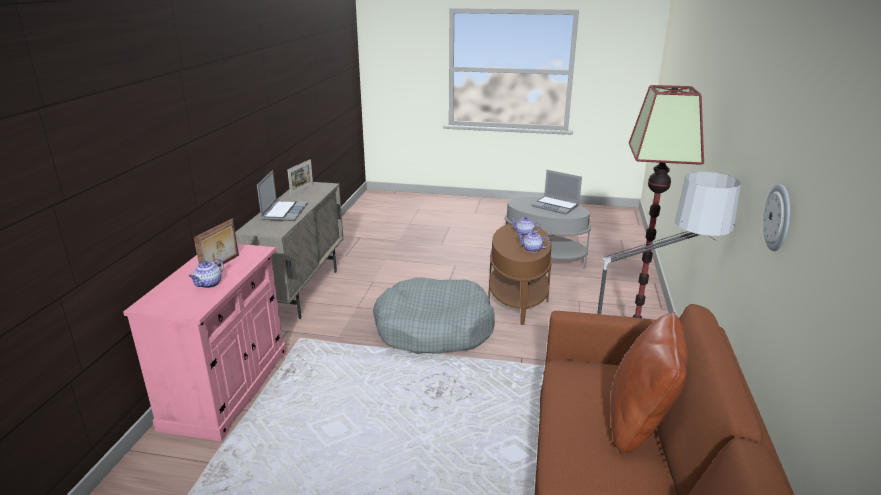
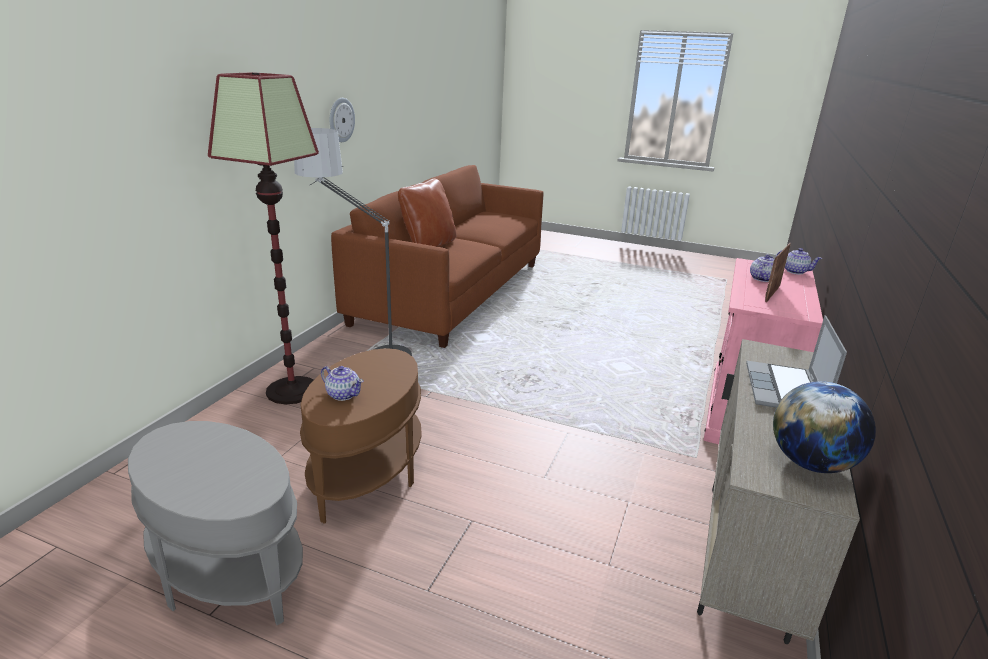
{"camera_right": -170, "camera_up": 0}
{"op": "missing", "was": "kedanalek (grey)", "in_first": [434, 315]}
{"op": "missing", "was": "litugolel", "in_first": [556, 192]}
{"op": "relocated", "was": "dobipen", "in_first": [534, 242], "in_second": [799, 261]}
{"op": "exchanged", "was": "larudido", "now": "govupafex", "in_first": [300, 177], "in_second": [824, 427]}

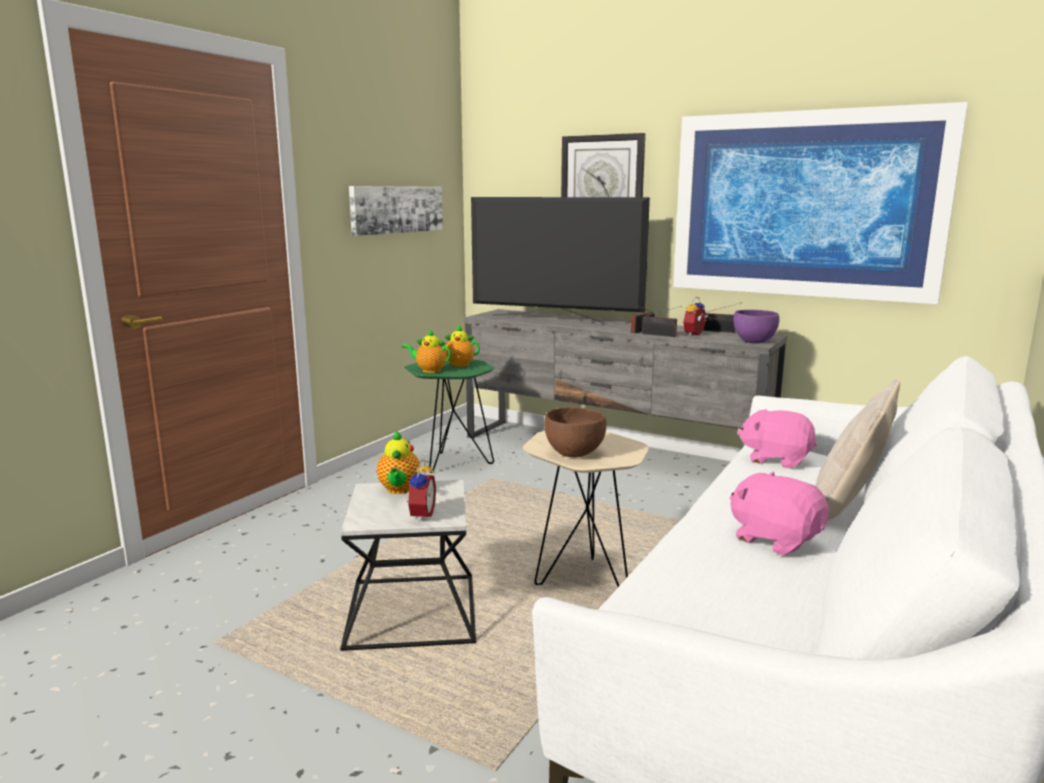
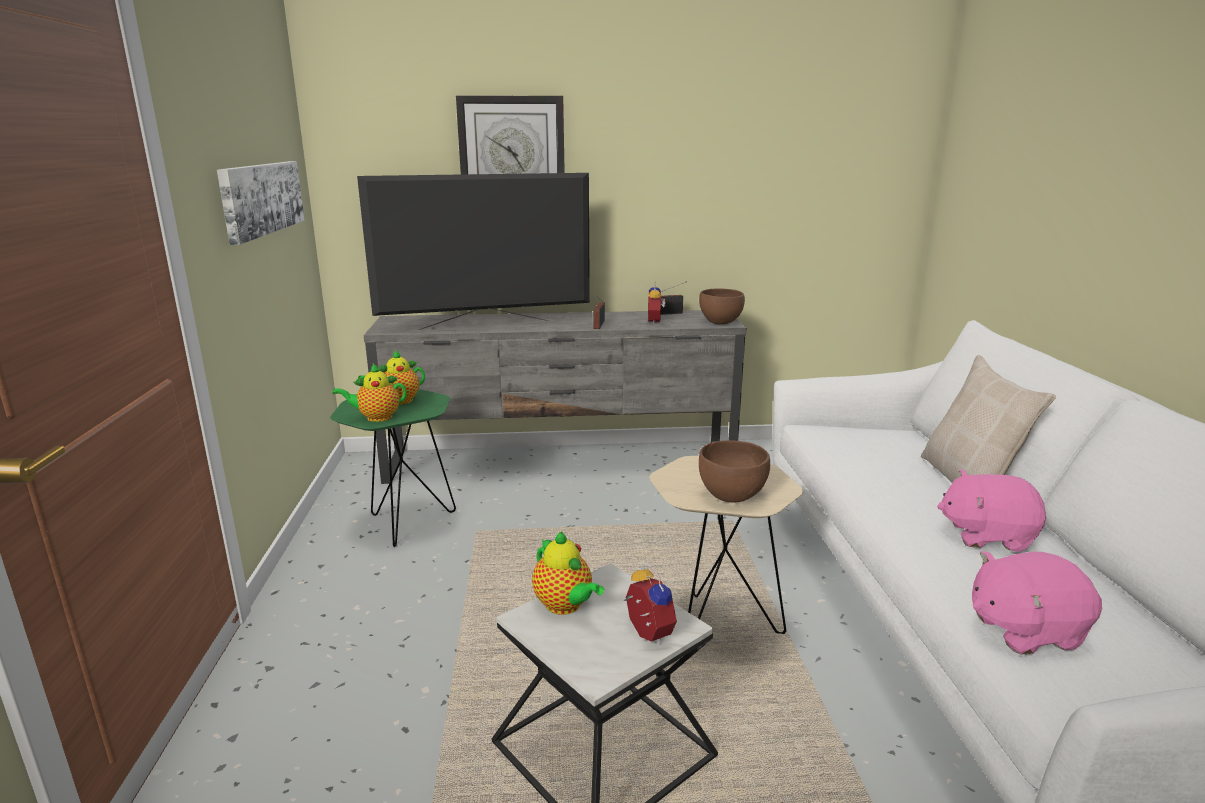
{"camera_right": -35, "camera_up": 5}
{"op": "missing", "was": "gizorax", "in_first": [662, 321]}
{"op": "missing", "was": "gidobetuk", "in_first": [820, 203]}
{"op": "relocated", "was": "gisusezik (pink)", "in_first": [777, 439], "in_second": [1037, 603]}
{"op": "colour", "was": "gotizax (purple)", "now": "gotizax (brown)", "in_first": [756, 326], "in_second": [722, 306]}

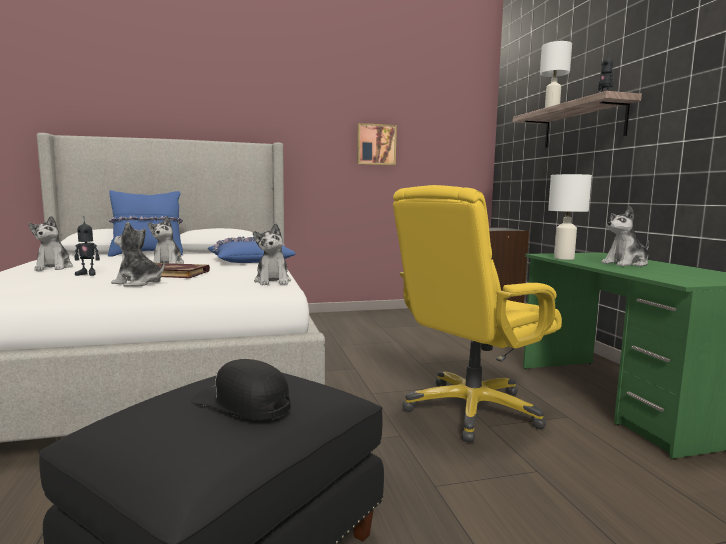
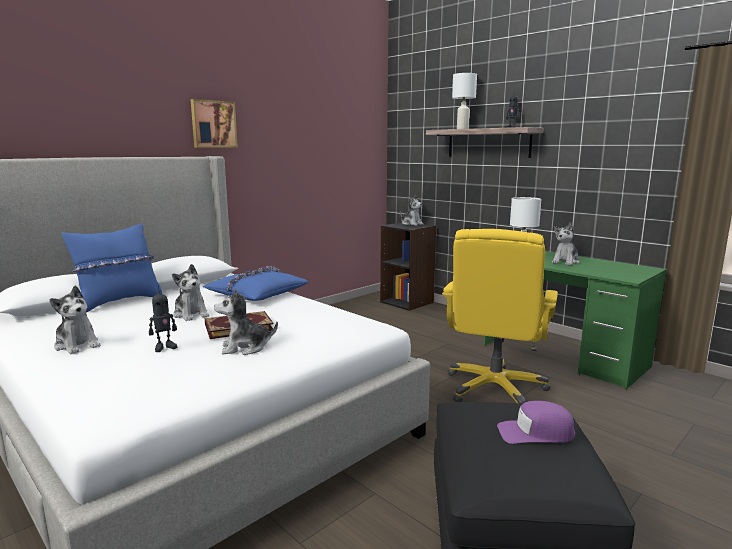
{"camera_right": -30, "camera_up": 5}
{"op": "relocated", "was": "gisusezik", "in_first": [272, 254], "in_second": [412, 210]}
{"op": "relocated", "was": "gidobetuk", "in_first": [377, 144], "in_second": [214, 123]}
{"op": "colour", "was": "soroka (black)", "now": "soroka (purple)", "in_first": [241, 389], "in_second": [536, 422]}

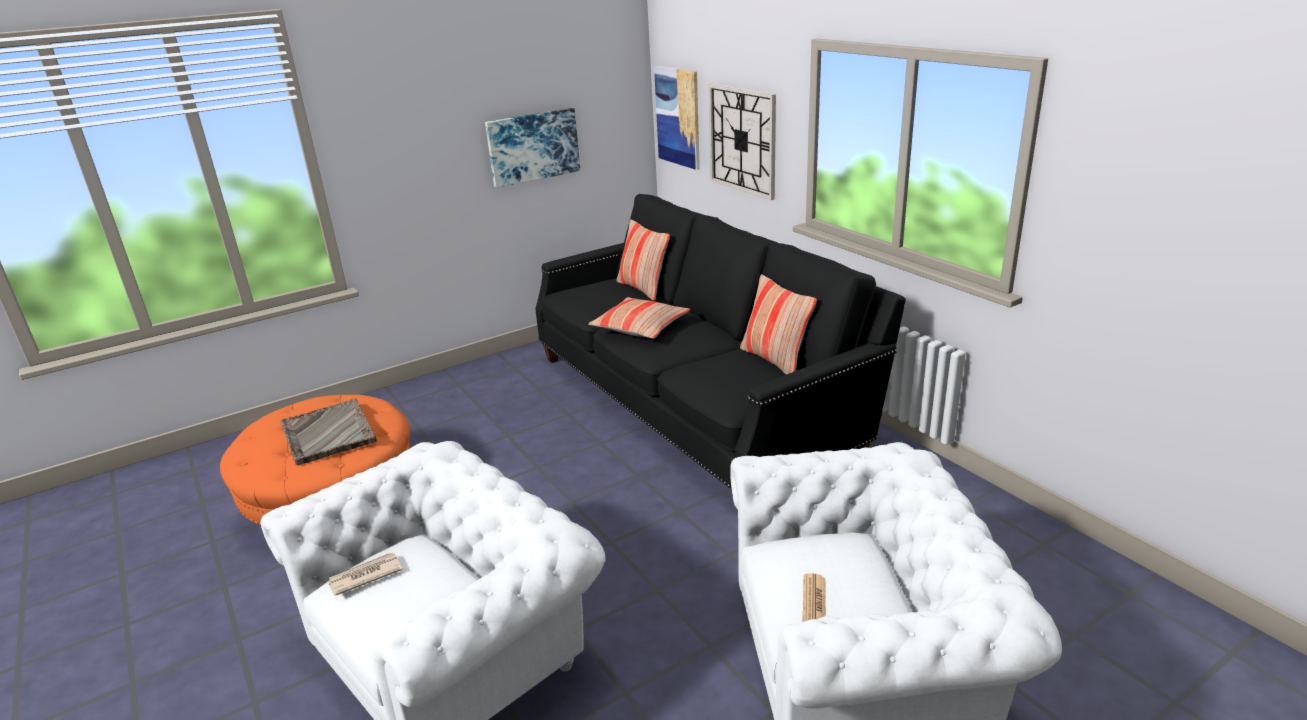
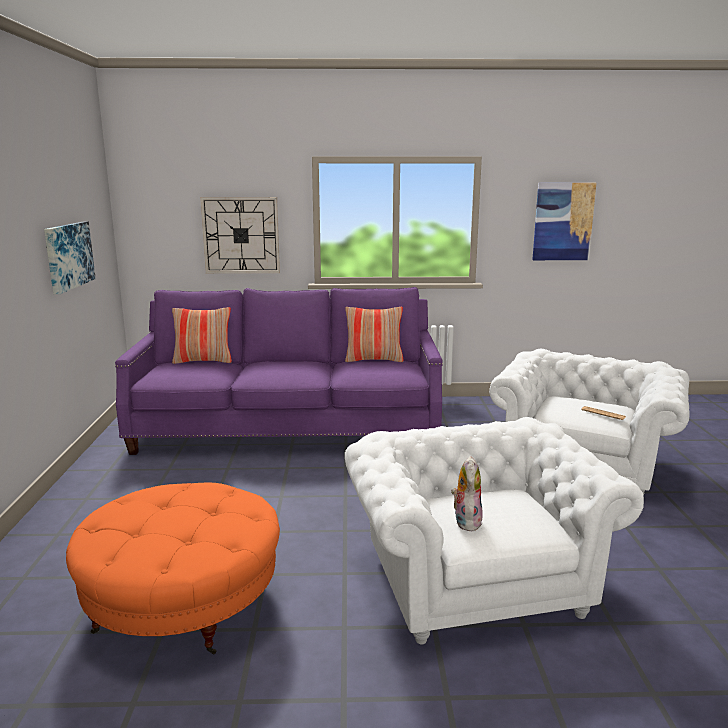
{"camera_right": -60, "camera_up": -10}
{"op": "missing", "was": "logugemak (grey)", "in_first": [329, 432]}
{"op": "missing", "was": "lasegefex", "in_first": [639, 318]}
{"op": "relocated", "was": "gidobetuk", "in_first": [677, 118], "in_second": [564, 221]}
{"op": "exchanged", "was": "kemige", "now": "gisusezik", "in_first": [364, 574], "in_second": [467, 494]}
{"op": "colour", "was": "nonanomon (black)", "now": "nonanomon (purple)", "in_first": [720, 342], "in_second": [279, 371]}

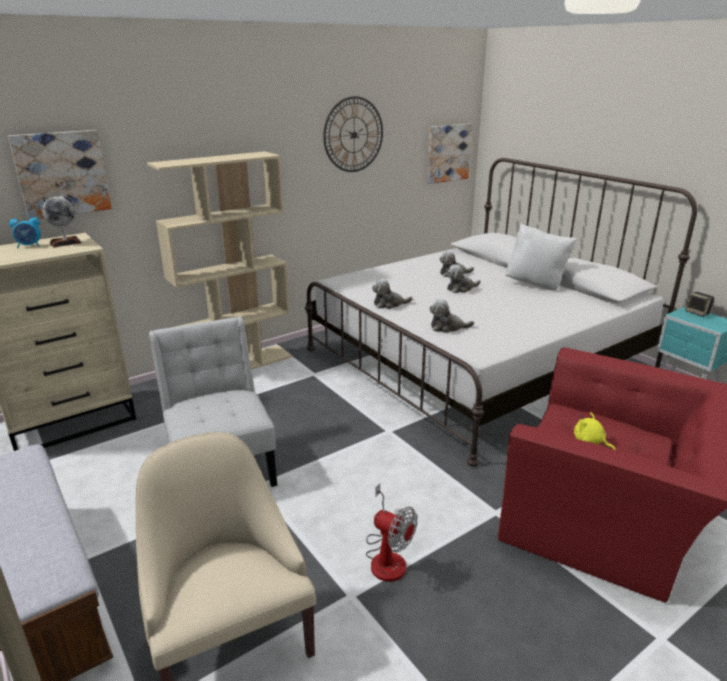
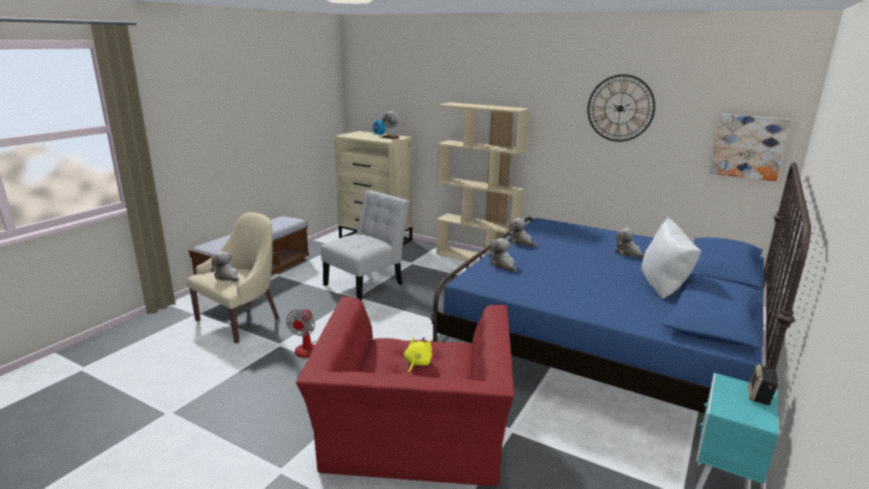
{"camera_right": 65, "camera_up": -5}
{"op": "missing", "was": "gidobetuk", "in_first": [60, 174]}
{"op": "relocated", "was": "gisusezik", "in_first": [464, 279], "in_second": [225, 267]}
{"op": "colour", "was": "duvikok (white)", "now": "duvikok (blue)", "in_first": [501, 312], "in_second": [620, 287]}

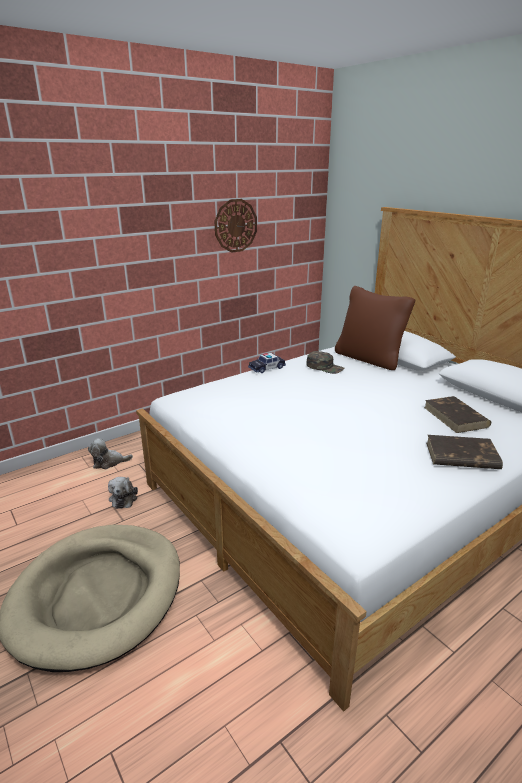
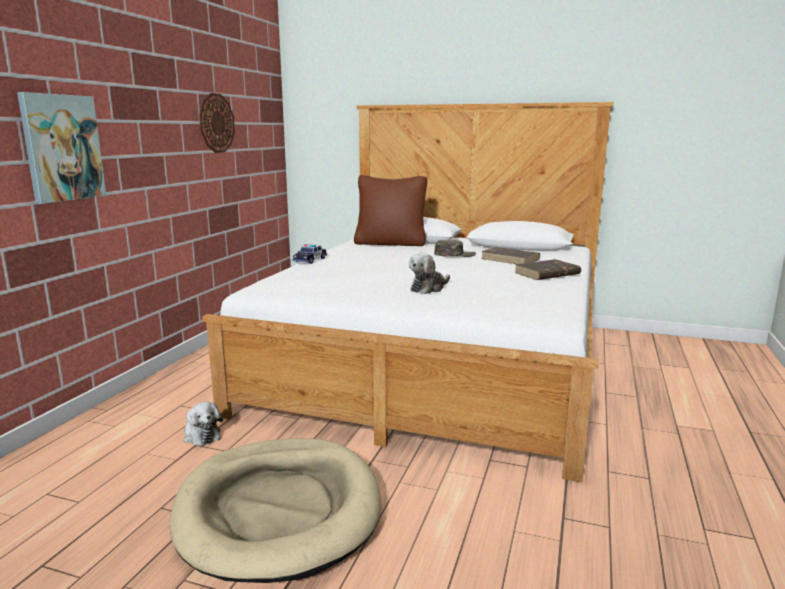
{"camera_right": -35, "camera_up": -10}
{"op": "appeared", "now": "gidobetuk", "in_second": [61, 148]}
{"op": "relocated", "was": "gisusezik", "in_first": [110, 453], "in_second": [429, 273]}
{"op": "relocated", "was": "soroka (green)", "in_first": [325, 362], "in_second": [455, 248]}

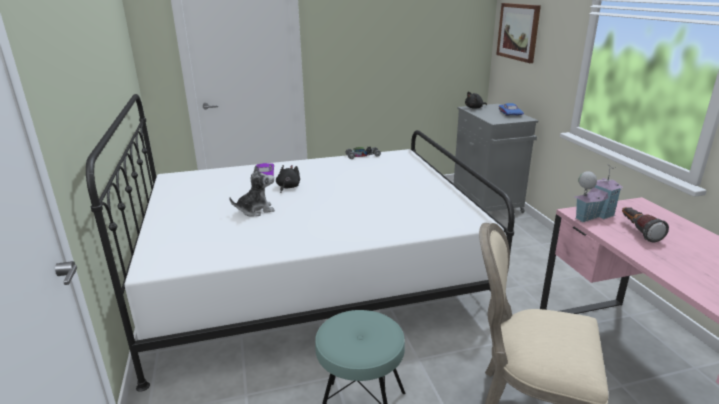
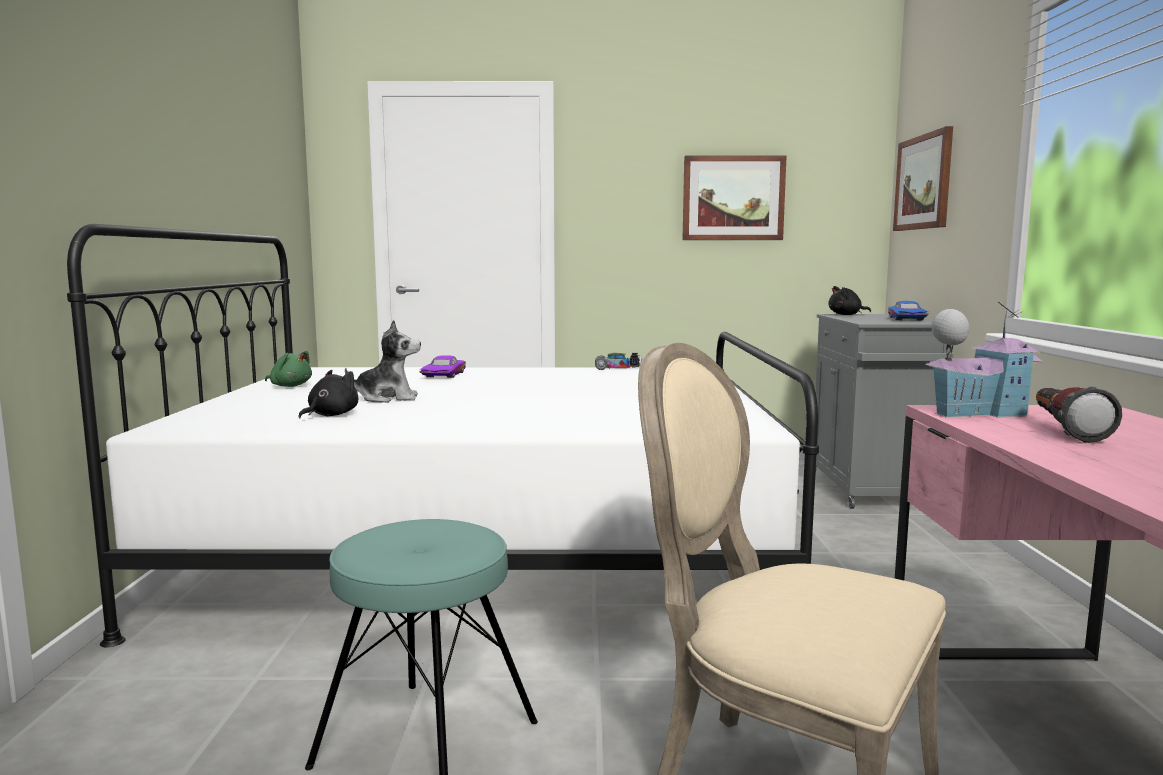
{"camera_right": 15, "camera_up": -15}
{"op": "appeared", "now": "gisusezik (green)", "in_second": [288, 369]}
{"op": "appeared", "now": "gidobetuk", "in_second": [735, 198]}
{"op": "relocated", "was": "gisusezik (black)", "in_first": [288, 179], "in_second": [328, 394]}

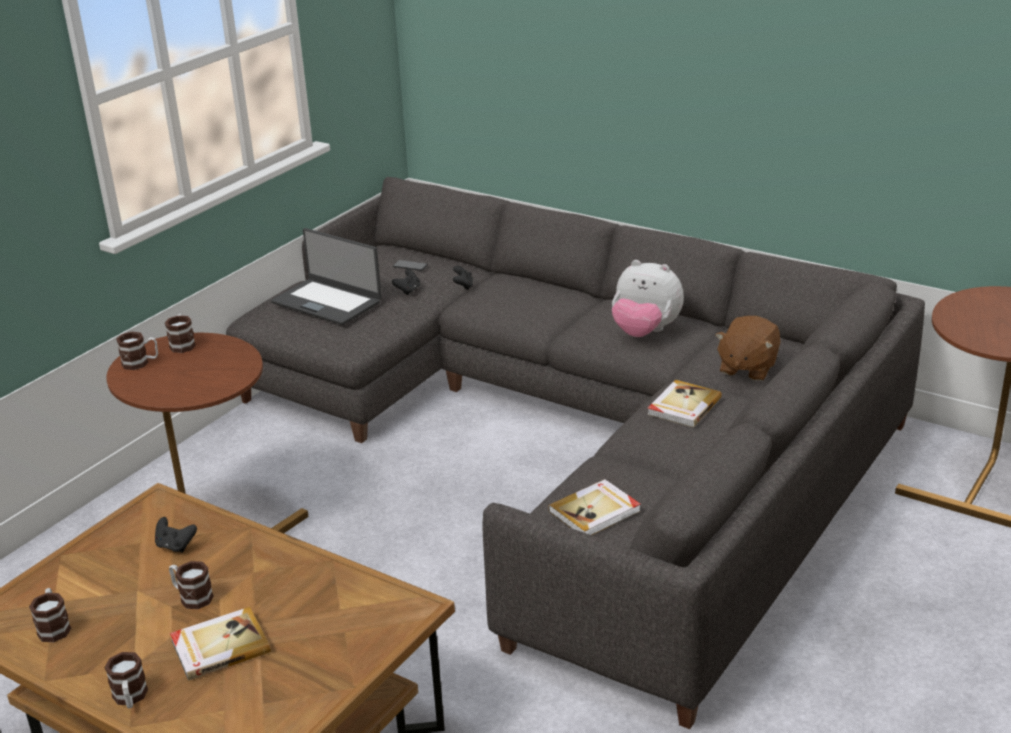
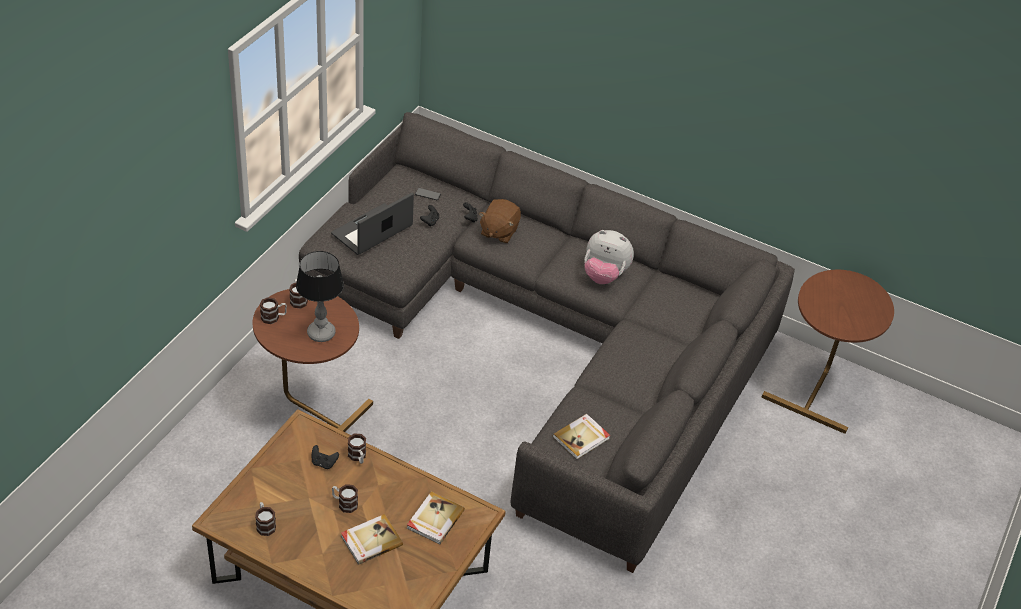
{"camera_right": -10, "camera_up": 15}
{"op": "appeared", "now": "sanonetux", "in_second": [320, 296]}
{"op": "relocated", "was": "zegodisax", "in_first": [126, 680], "in_second": [357, 449]}
{"op": "relocated", "was": "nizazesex", "in_first": [684, 403], "in_second": [436, 518]}
{"op": "relocated", "was": "gisusezik (brown)", "in_first": [748, 348], "in_second": [500, 221]}
{"op": "spun", "was": "litugolel", "in_first": [326, 276], "in_second": [372, 224], "clockwise": 105}

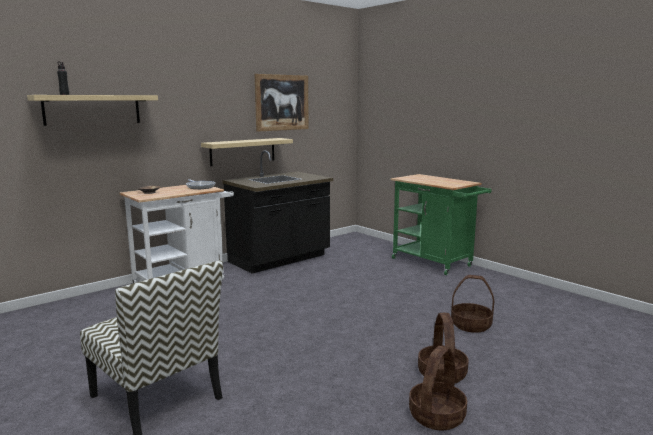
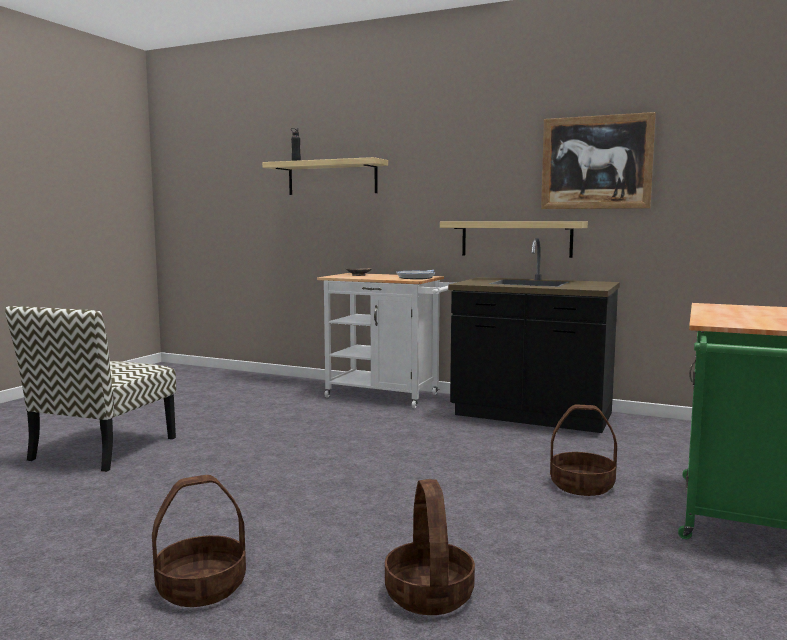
{"camera_right": 65, "camera_up": -5}
{"op": "relocated", "was": "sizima", "in_first": [438, 388], "in_second": [583, 450]}

